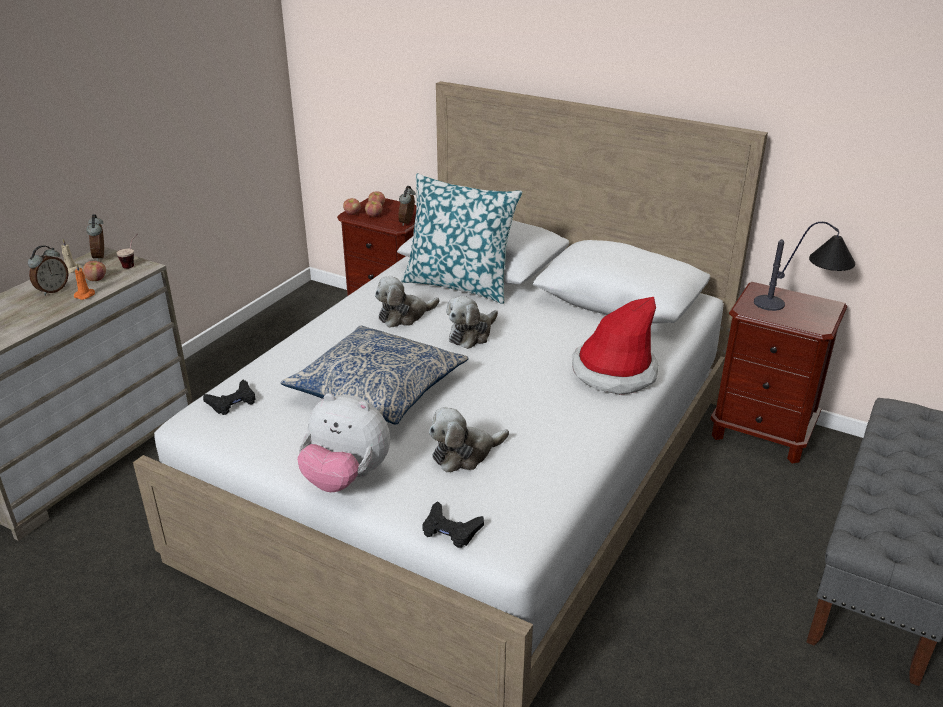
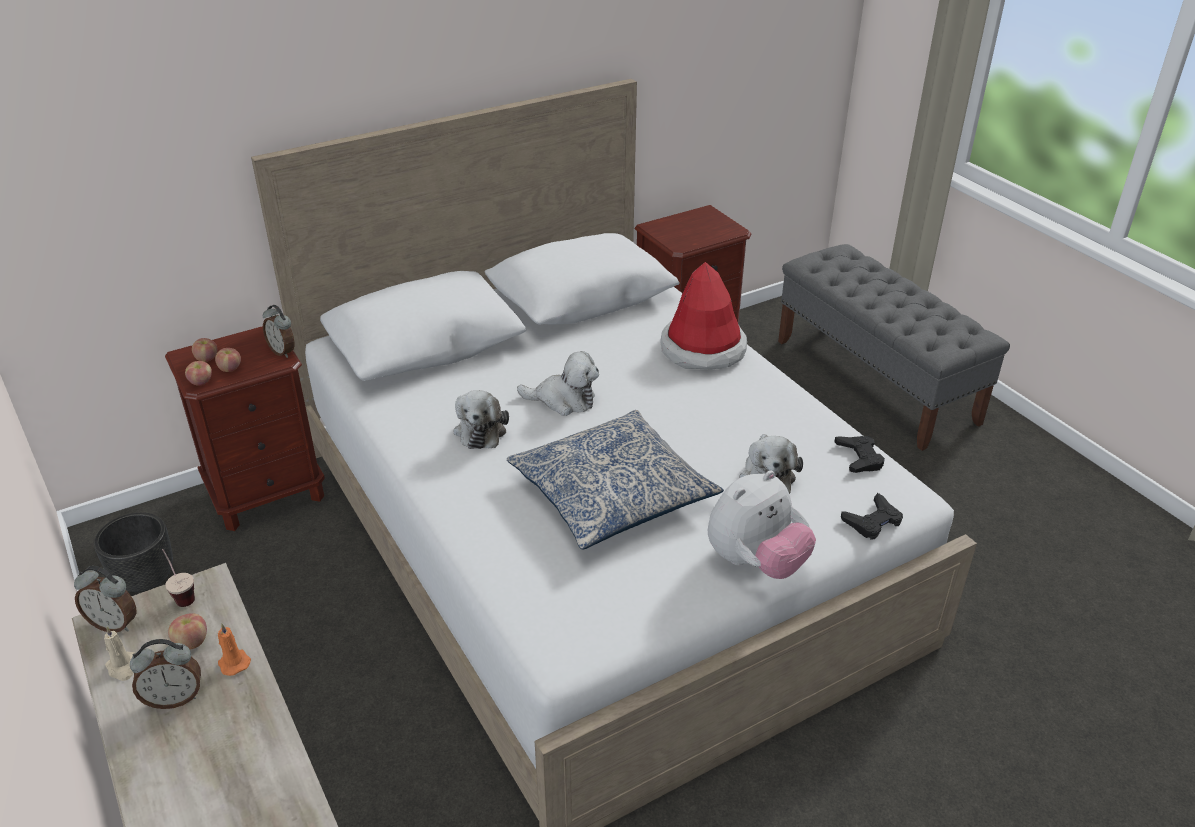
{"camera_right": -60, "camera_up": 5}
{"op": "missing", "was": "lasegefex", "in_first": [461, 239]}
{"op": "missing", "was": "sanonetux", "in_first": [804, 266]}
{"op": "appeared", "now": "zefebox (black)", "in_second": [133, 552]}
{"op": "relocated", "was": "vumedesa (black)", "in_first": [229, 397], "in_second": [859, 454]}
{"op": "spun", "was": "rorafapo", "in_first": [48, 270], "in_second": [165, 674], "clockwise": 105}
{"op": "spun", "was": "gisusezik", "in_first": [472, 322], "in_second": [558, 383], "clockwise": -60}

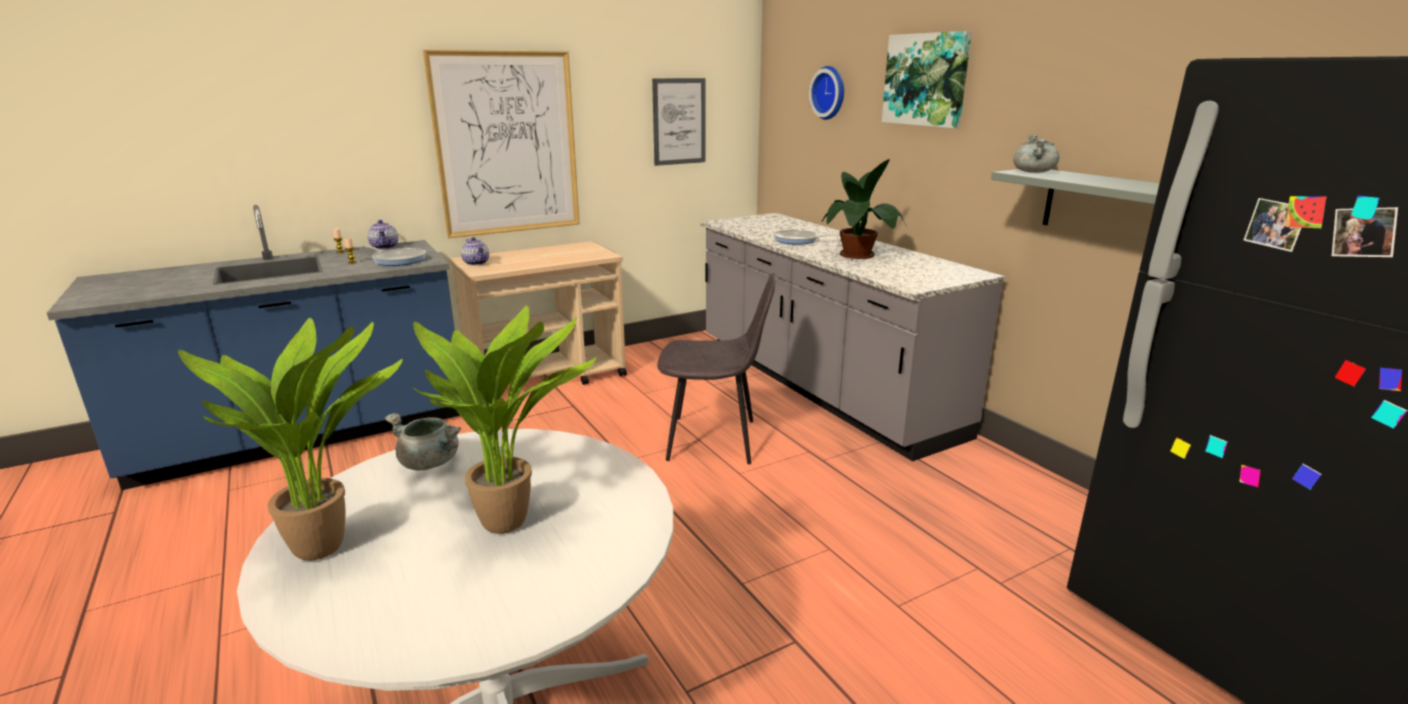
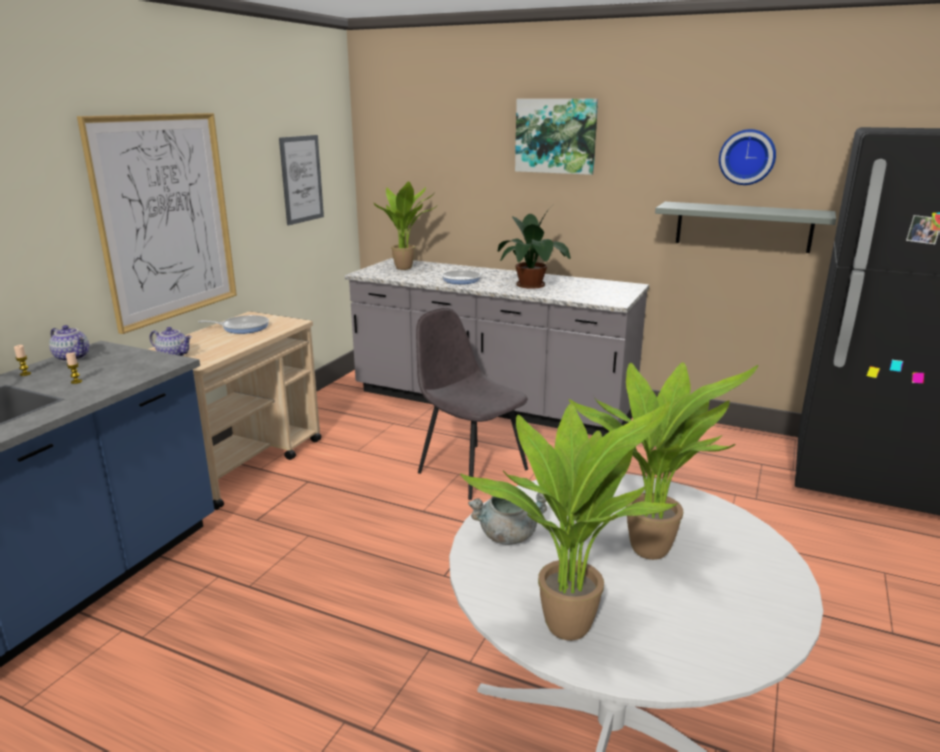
{"camera_right": -35, "camera_up": 0}
{"op": "missing", "was": "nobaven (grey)", "in_first": [1036, 153]}
{"op": "appeared", "now": "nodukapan", "in_second": [404, 225]}
{"op": "relocated", "was": "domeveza", "in_first": [395, 256], "in_second": [233, 324]}
{"op": "relocated", "was": "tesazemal", "in_first": [826, 93], "in_second": [747, 157]}
{"op": "spun", "was": "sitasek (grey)", "in_first": [716, 368], "in_second": [472, 404], "clockwise": -105}

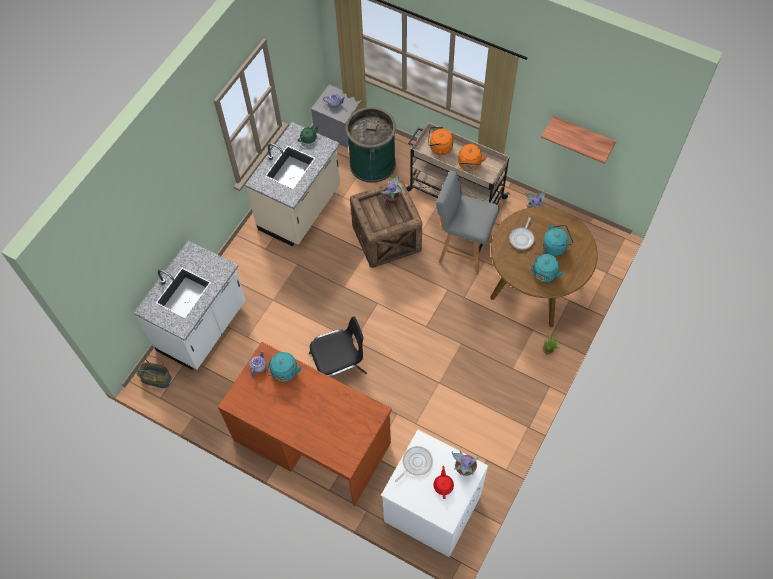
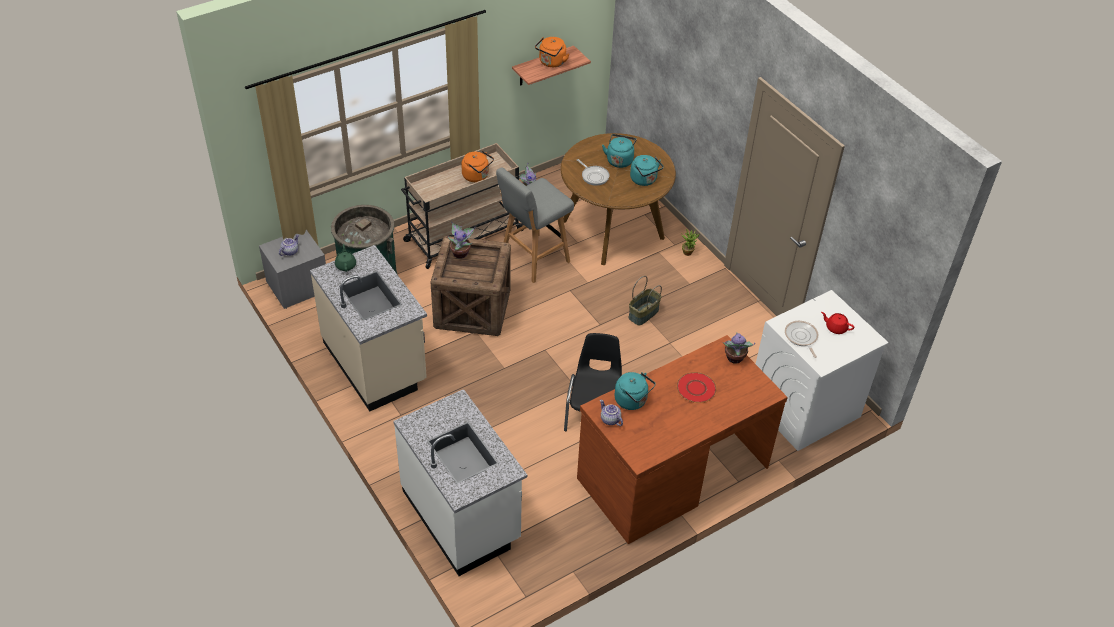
{"camera_right": -65, "camera_up": -15}
{"op": "appeared", "now": "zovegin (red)", "in_second": [696, 387]}
{"op": "relocated", "was": "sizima", "in_first": [154, 371], "in_second": [645, 301]}
{"op": "relocated", "was": "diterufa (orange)", "in_first": [440, 141], "in_second": [552, 52]}
{"op": "relocated", "was": "nodukapan", "in_first": [465, 463], "in_second": [739, 348]}

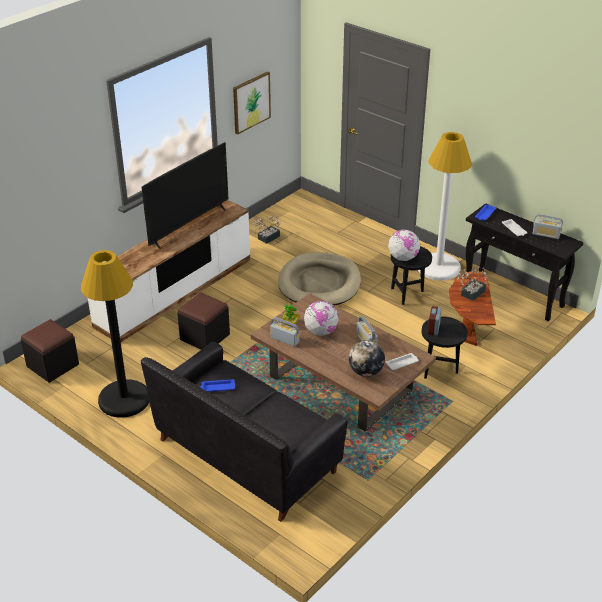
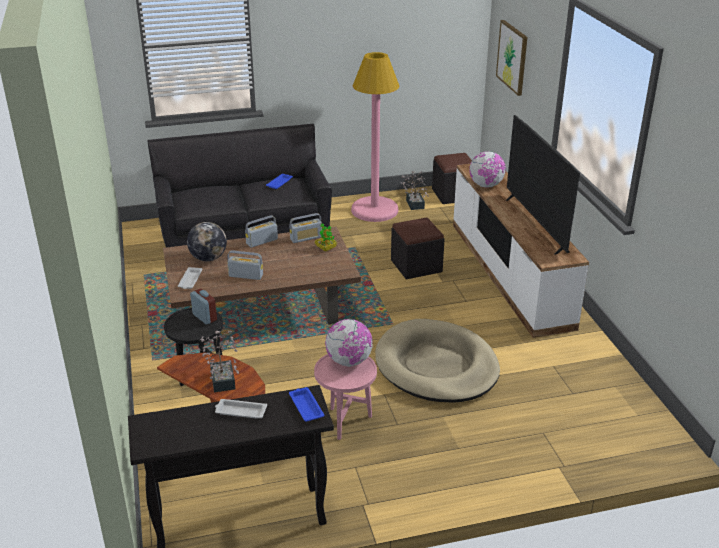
{"camera_right": 125, "camera_up": -5}
{"op": "missing", "was": "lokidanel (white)", "in_first": [445, 206]}
{"op": "relocated", "was": "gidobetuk", "in_first": [252, 103], "in_second": [511, 58]}
{"op": "relocated", "was": "nodukapan", "in_first": [266, 229], "in_second": [414, 190]}
{"op": "relocated", "was": "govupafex", "in_first": [321, 318], "in_second": [487, 169]}
{"op": "relocated", "was": "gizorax", "in_first": [547, 226], "in_second": [261, 231]}
{"op": "colour", "was": "lokidanel (black)", "now": "lokidanel (pink)", "in_first": [115, 334], "in_second": [375, 137]}
{"op": "colour", "was": "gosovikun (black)", "now": "gosovikun (pink)", "in_first": [411, 275], "in_second": [345, 397]}

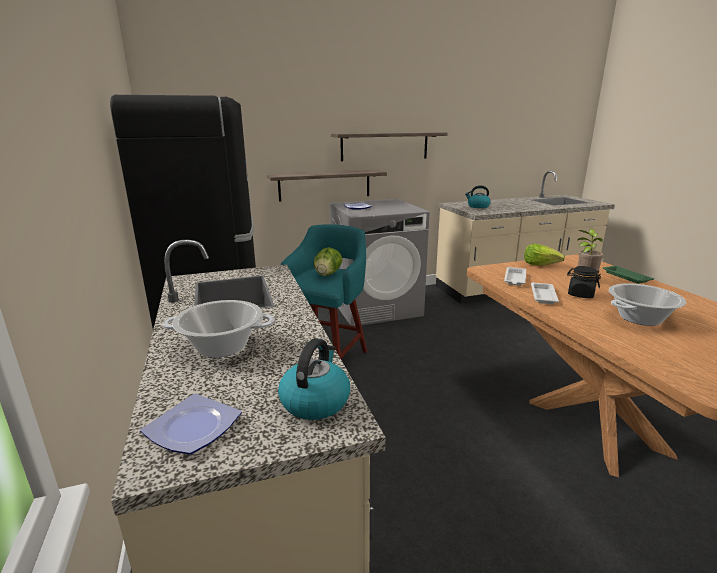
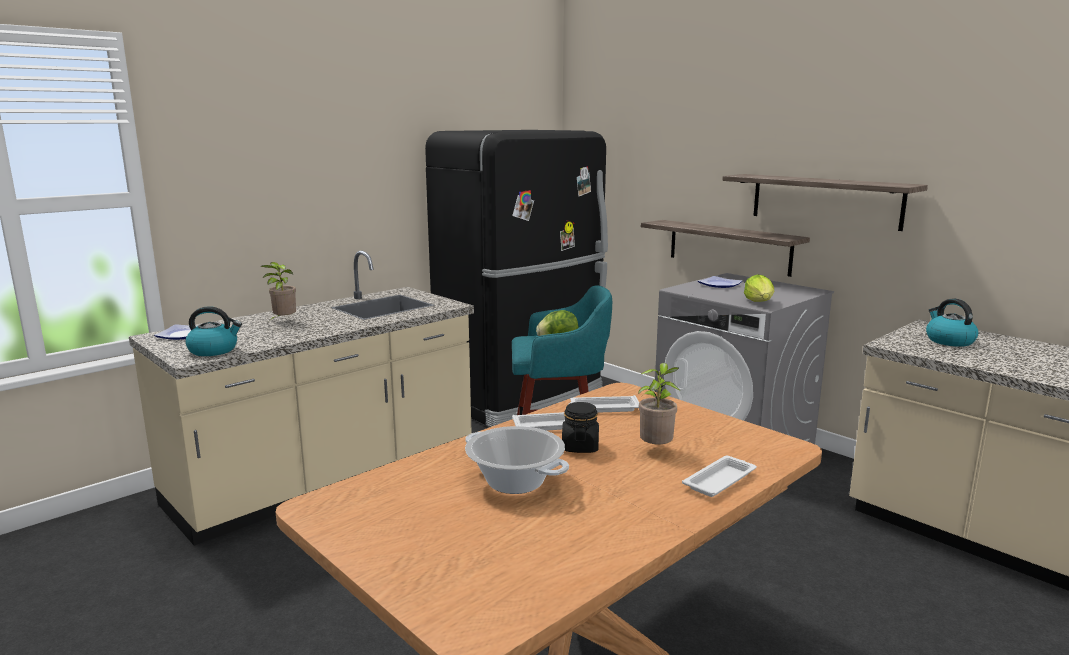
{"camera_right": 65, "camera_up": -5}
{"op": "relocated", "was": "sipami", "in_first": [544, 255], "in_second": [759, 288]}
{"op": "exchanged", "was": "nobaven", "now": "nodukapan", "in_first": [218, 328], "in_second": [278, 291]}
{"op": "colour", "was": "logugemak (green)", "now": "logugemak (white)", "in_first": [628, 275], "in_second": [719, 476]}

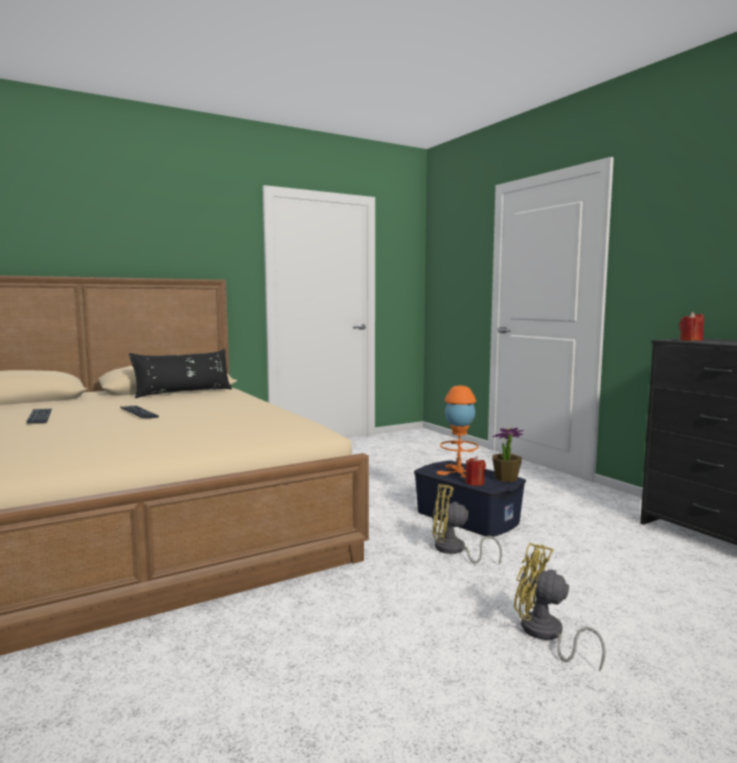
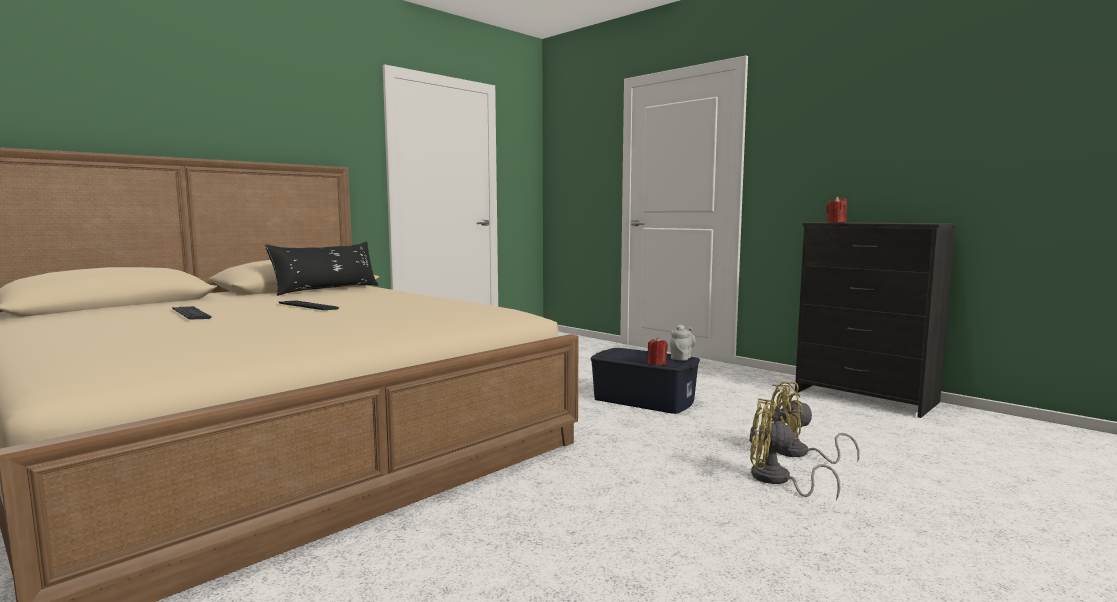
{"camera_right": -15, "camera_up": 0}
{"op": "missing", "was": "sanonetux (orange)", "in_first": [458, 432]}
{"op": "relocated", "was": "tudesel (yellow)", "in_first": [467, 524], "in_second": [812, 423]}
{"op": "exchanged", "was": "nodukapan", "now": "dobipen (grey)", "in_first": [508, 455], "in_second": [683, 342]}

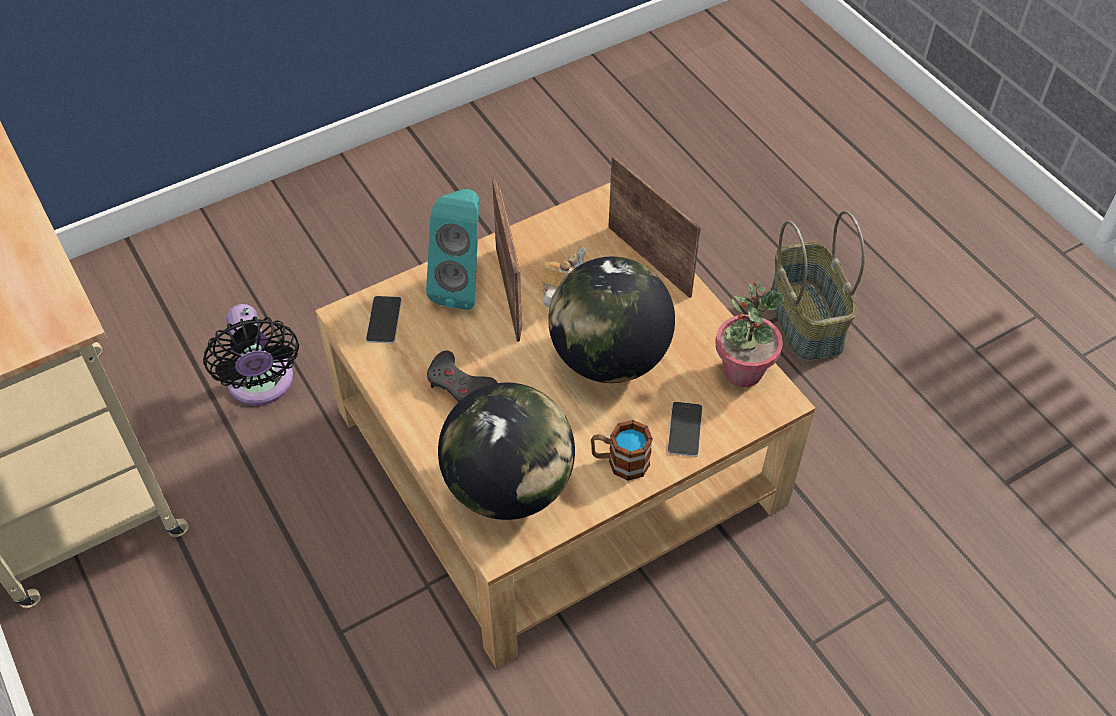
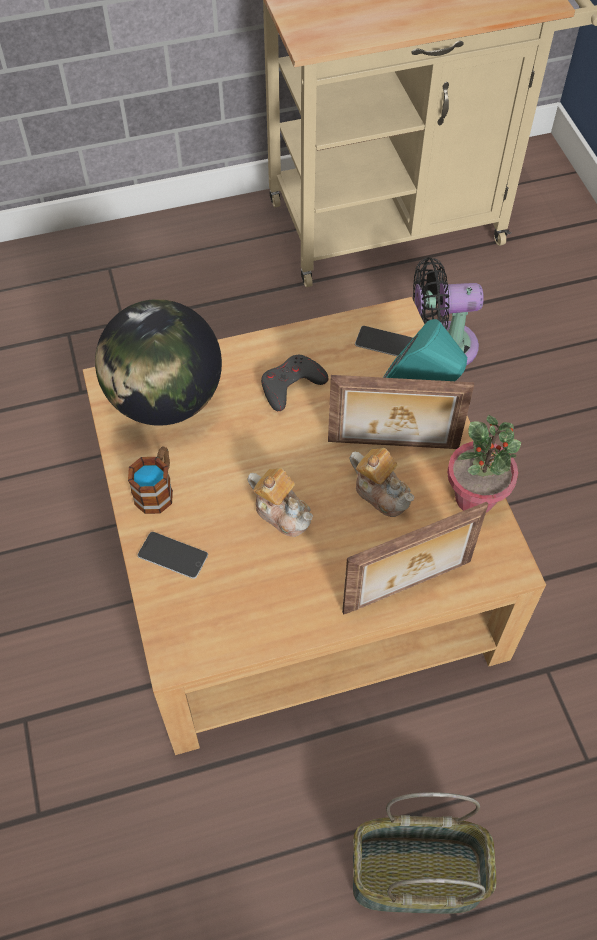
{"camera_right": 105, "camera_up": 5}
{"op": "relocated", "was": "nodukapan", "in_first": [750, 334], "in_second": [484, 464]}
{"op": "exchanged", "was": "govupafex", "now": "dobipen", "in_first": [611, 320], "in_second": [280, 502]}

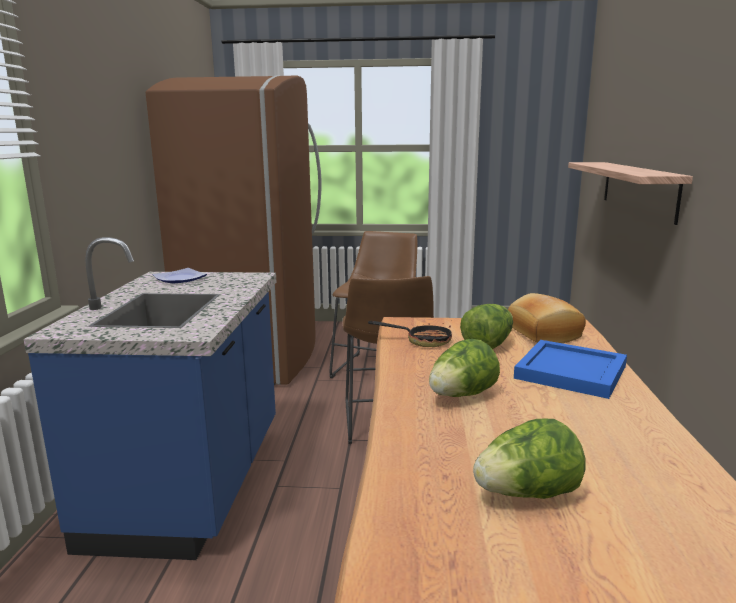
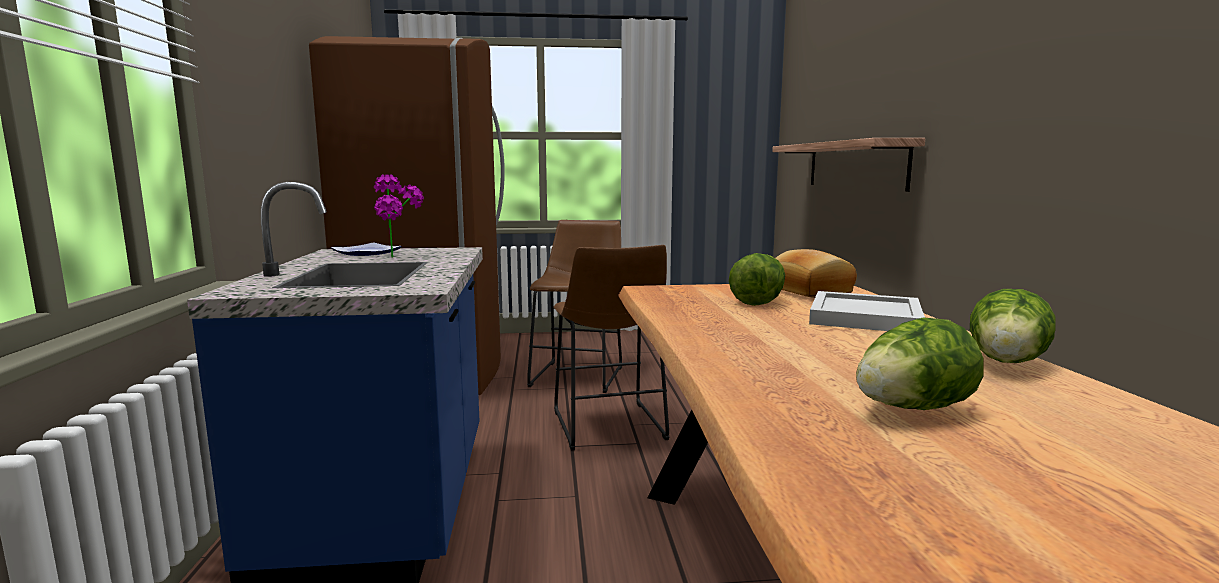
{"camera_right": -10, "camera_up": -5}
{"op": "missing", "was": "domeveza", "in_first": [410, 334]}
{"op": "appeared", "now": "nodukapan", "in_second": [399, 216]}
{"op": "relocated", "was": "sipami", "in_first": [464, 368], "in_second": [1013, 326]}
{"op": "colour", "was": "logugemak (blue)", "now": "logugemak (white)", "in_first": [570, 369], "in_second": [867, 311]}

